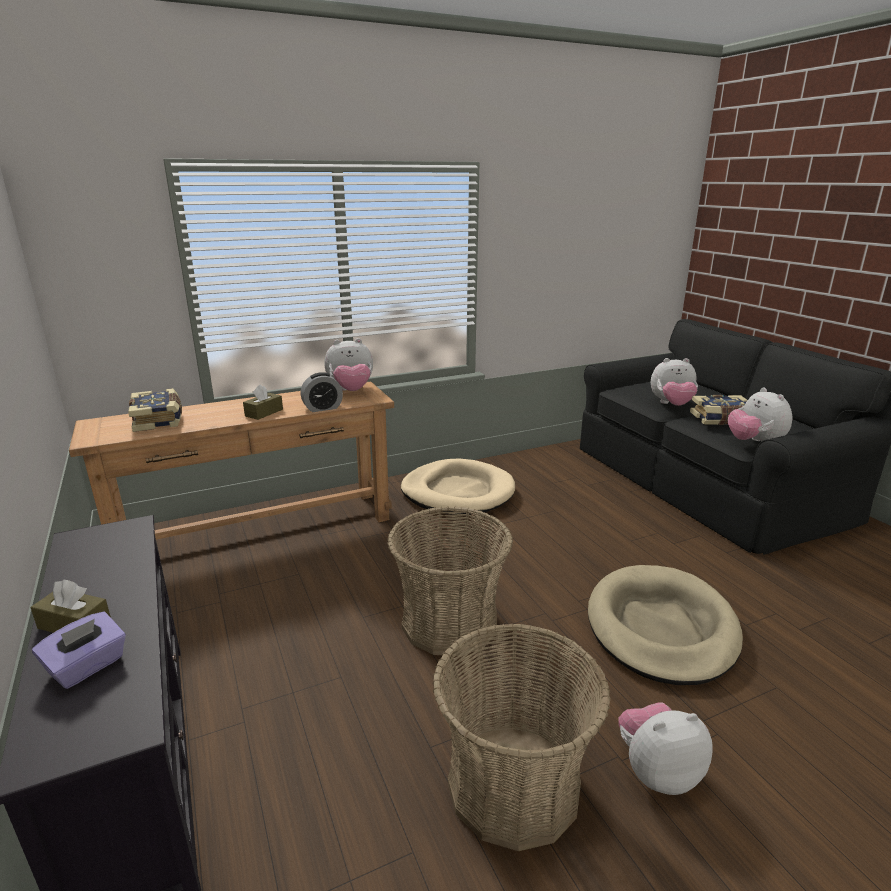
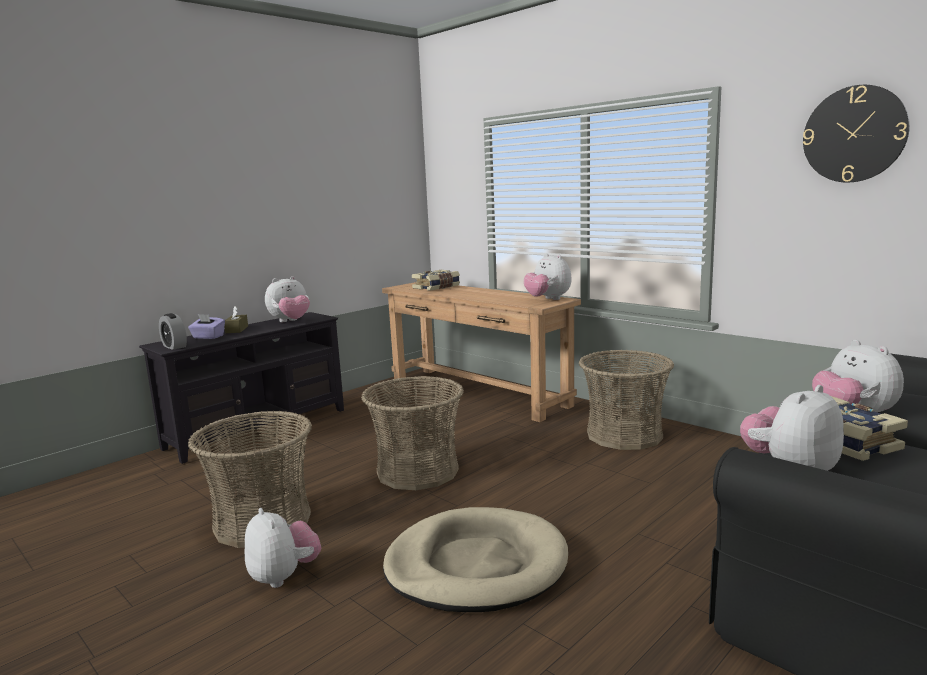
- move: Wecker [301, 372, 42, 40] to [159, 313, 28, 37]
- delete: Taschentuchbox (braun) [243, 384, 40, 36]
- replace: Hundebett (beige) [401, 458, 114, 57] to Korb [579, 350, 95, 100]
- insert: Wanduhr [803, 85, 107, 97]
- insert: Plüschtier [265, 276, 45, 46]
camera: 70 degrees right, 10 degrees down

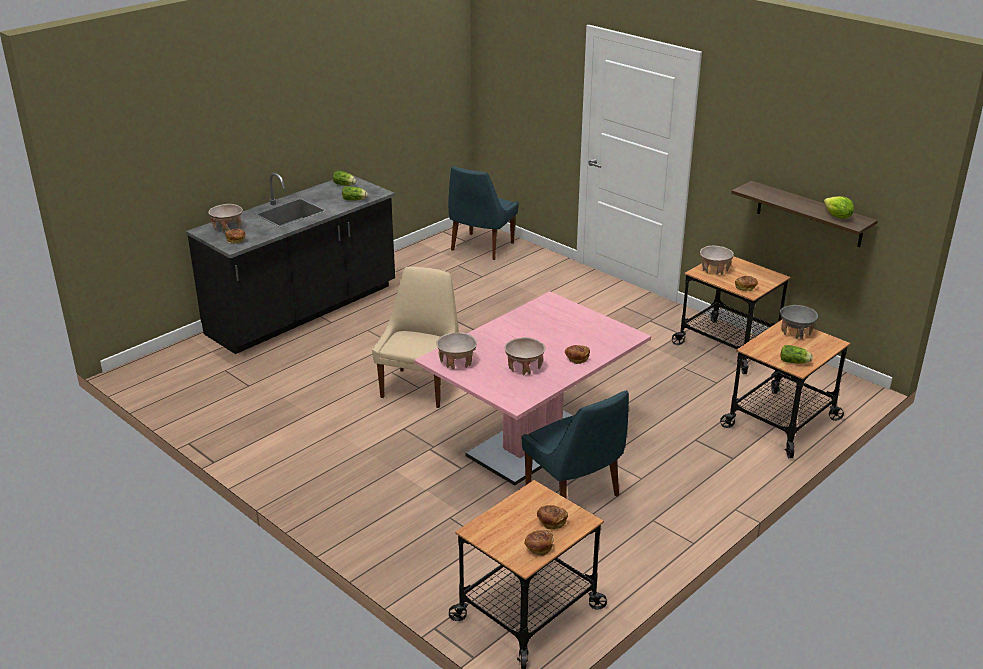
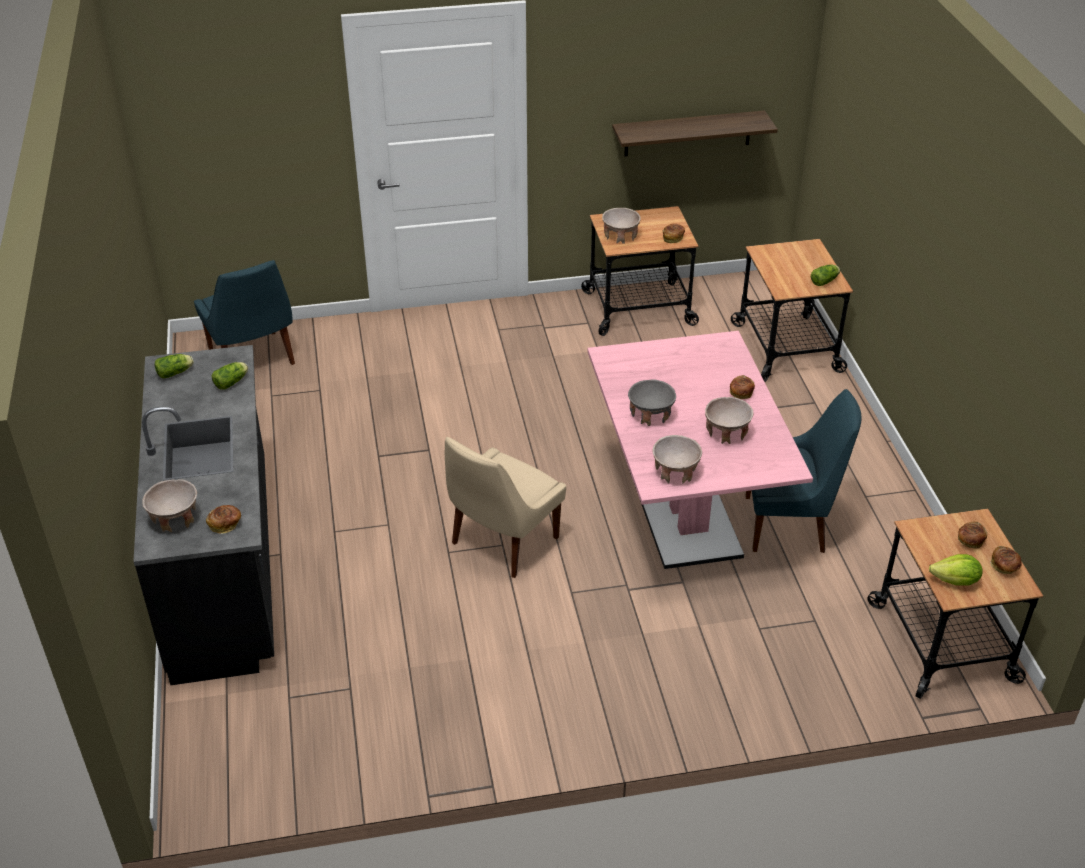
- move: Salatkopf [824, 196, 30, 23] to [929, 554, 54, 31]
- rotate: Stuhl (beige) [372, 267, 87, 141] = [445, 437, 121, 141] 105 degrees counterclockwise
- move: Schüssel (grau) [780, 305, 38, 34] to [628, 379, 48, 47]
camera: 55 degrees left, 10 degrees up

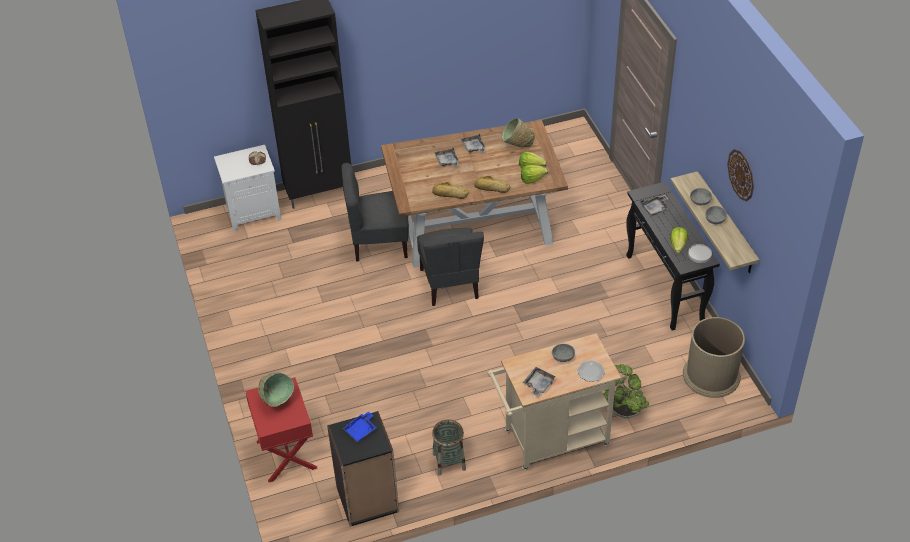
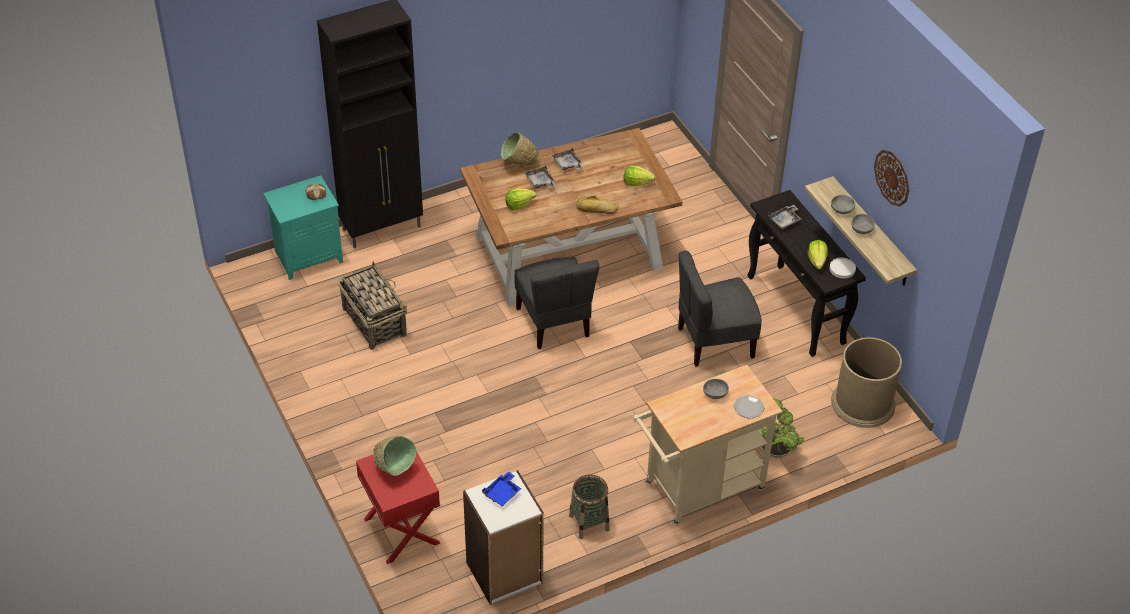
- move: Schüssel (grün) [502, 118, 33, 29] to [501, 132, 38, 34]
- recolor: Nachttisch (weiß) [214, 145, 67, 87] to Nachttisch (türkis) [263, 175, 80, 105]
- move: Stuhl (grau) [342, 163, 67, 99] to [678, 251, 84, 116]
- move: Salatkopf [521, 165, 27, 19] to [505, 188, 31, 22]
- delete: Brot [432, 182, 37, 17]
- delete: Tablett (grau) [523, 367, 33, 30]
- recolor: Bücherregal (schwarz) [327, 411, 72, 116] to Bücherregal (weiß) [463, 470, 81, 135]
- insert: Korb [338, 261, 69, 89]
camera: 10 degrees left, 0 degrees up

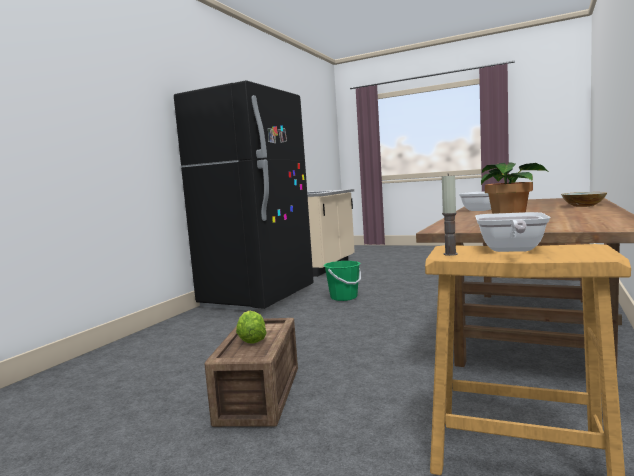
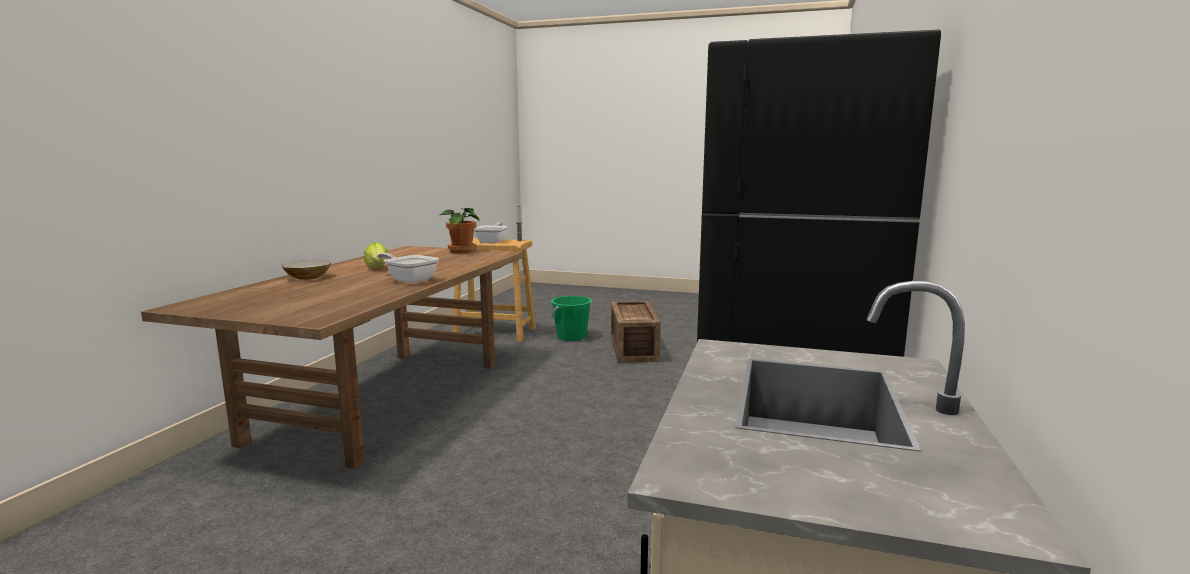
- move: Eimer (grün) [323, 261, 38, 40] to [551, 296, 41, 45]
- move: Salatkopf [236, 311, 31, 32] to [364, 243, 24, 25]
camera: 170 degrees right, 5 degrees up

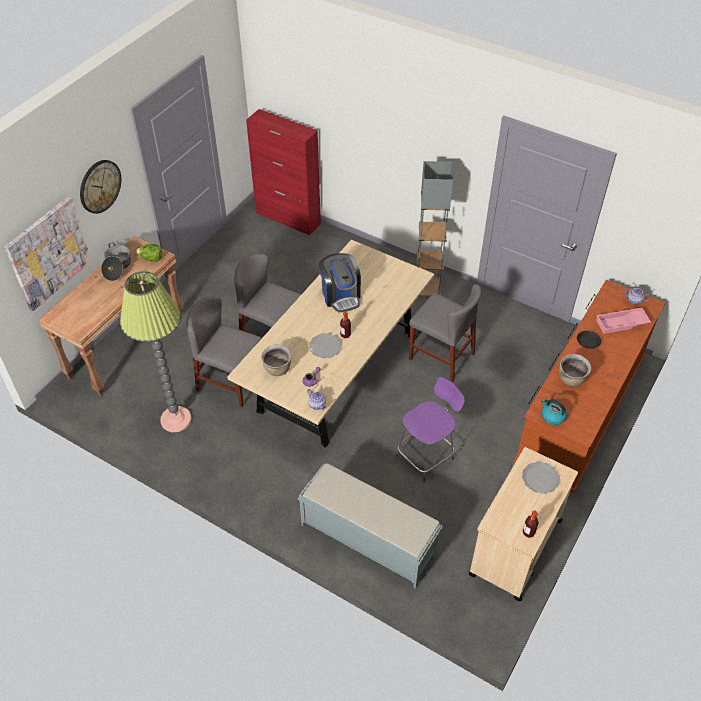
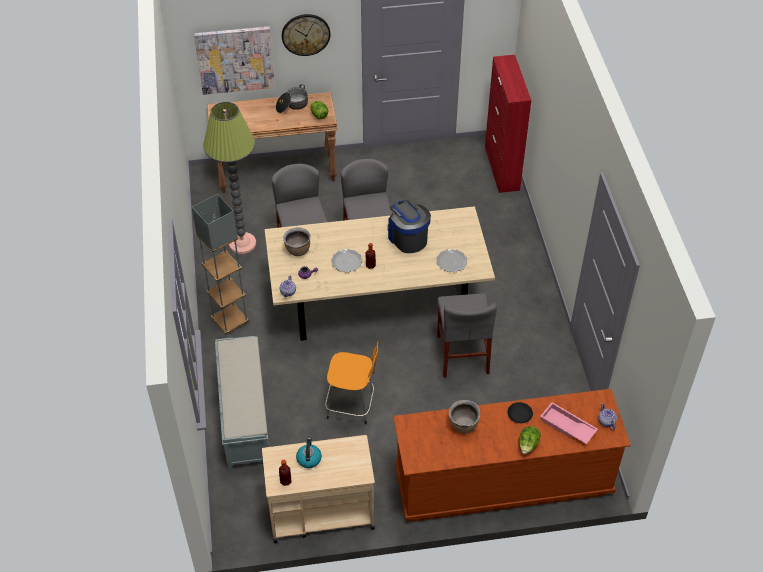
- move: Stehlampe (grau) [416, 161, 37, 135] to [192, 194, 57, 141]
- rotate: Kaffeemaschine [318, 253, 43, 59] = [387, 200, 44, 53] 120 degrees clockwise
- recolor: Hocker (lila) [396, 377, 69, 105] to Hocker (orange) [325, 341, 54, 83]
- move: Wasserkessel [541, 399, 26, 26] to [296, 438, 26, 30]
- move: Teller [522, 461, 38, 33] to [436, 249, 31, 23]
- insert: Salatkopf [519, 426, 22, 28]
camera: 50 degrees right, 0 degrees up

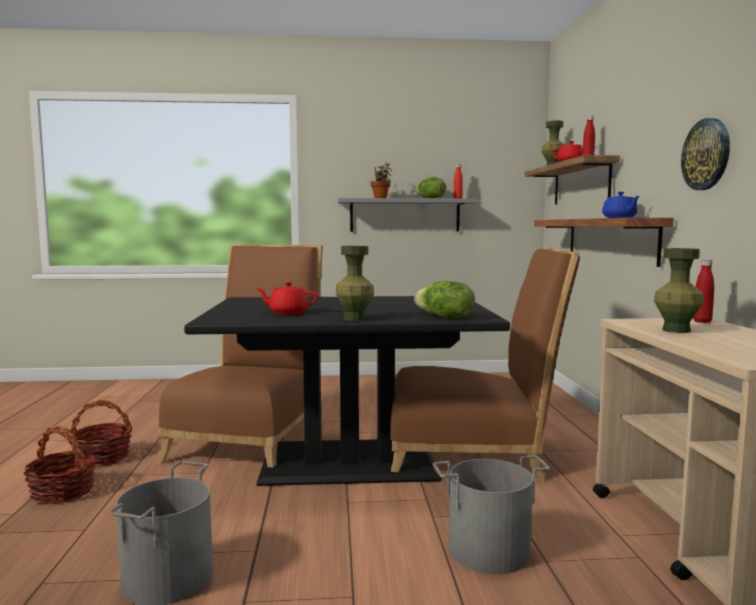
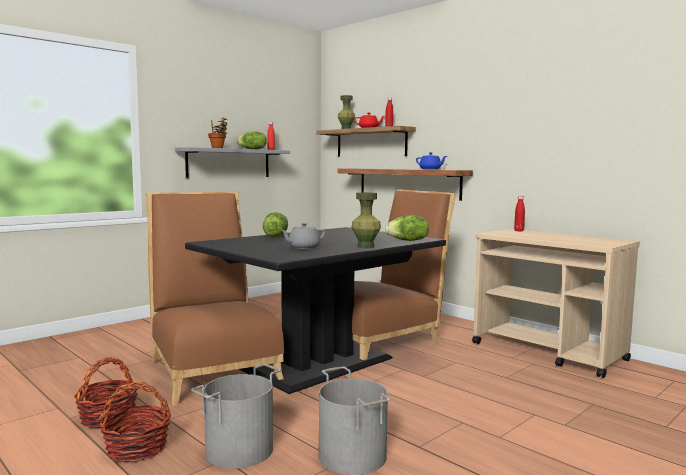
- delete: Wanduhr [681, 118, 49, 72]
- delete: Vase (grün) [654, 248, 50, 85]
- recolor: Teekanne (rot) [256, 282, 62, 32] to Teekanne (grau) [281, 223, 44, 26]
- move: Eimer (grau) [433, 455, 117, 119] to [191, 364, 90, 105]
- insert: Salatkopf [263, 212, 25, 25]
camera: 40 degrees left, 0 degrees up

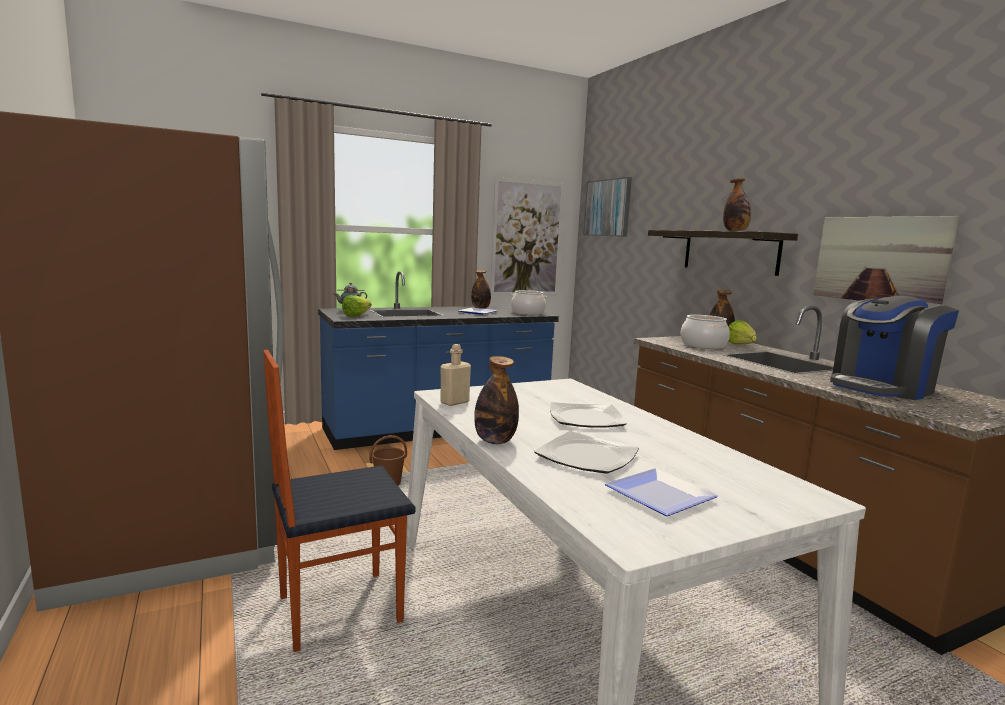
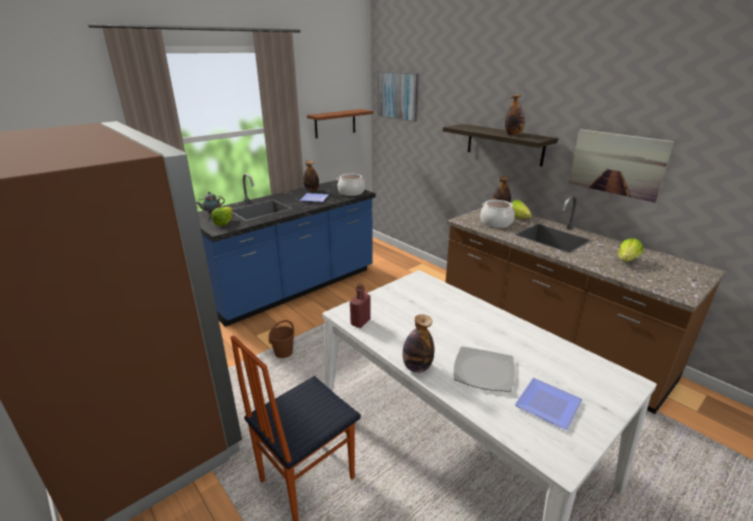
- replace: Bild [490, 177, 74, 119] to Wandregal (braun) [307, 109, 66, 29]
- replace: Kaffeemaschine [830, 296, 129, 104] to Salatkopf [618, 238, 25, 24]
- recolor: Flasche (beige) [440, 344, 31, 62] to Flasche (rot) [350, 283, 21, 45]
- delete: Teller [550, 402, 77, 26]
camera: 15 degrees left, 15 degrees up

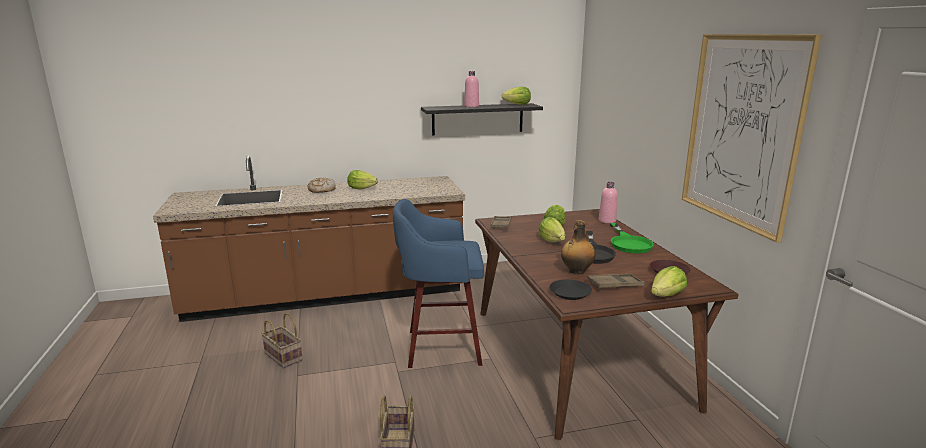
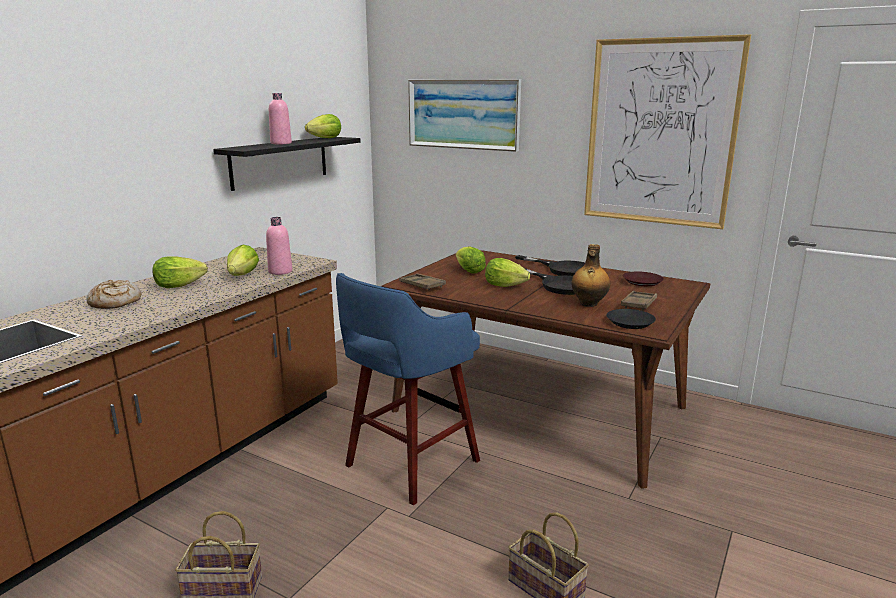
- move: Flasche (rosa) [599, 182, 19, 41] to [266, 217, 26, 58]
- recolor: Pfanne (grün) [610, 223, 44, 30] to Pfanne (schwarz) [515, 255, 70, 21]
- move: Salatkopf [651, 266, 36, 31] to [227, 245, 32, 31]
- insert: Bild [408, 80, 113, 72]
camera: 45 degrees left, 0 degrees up

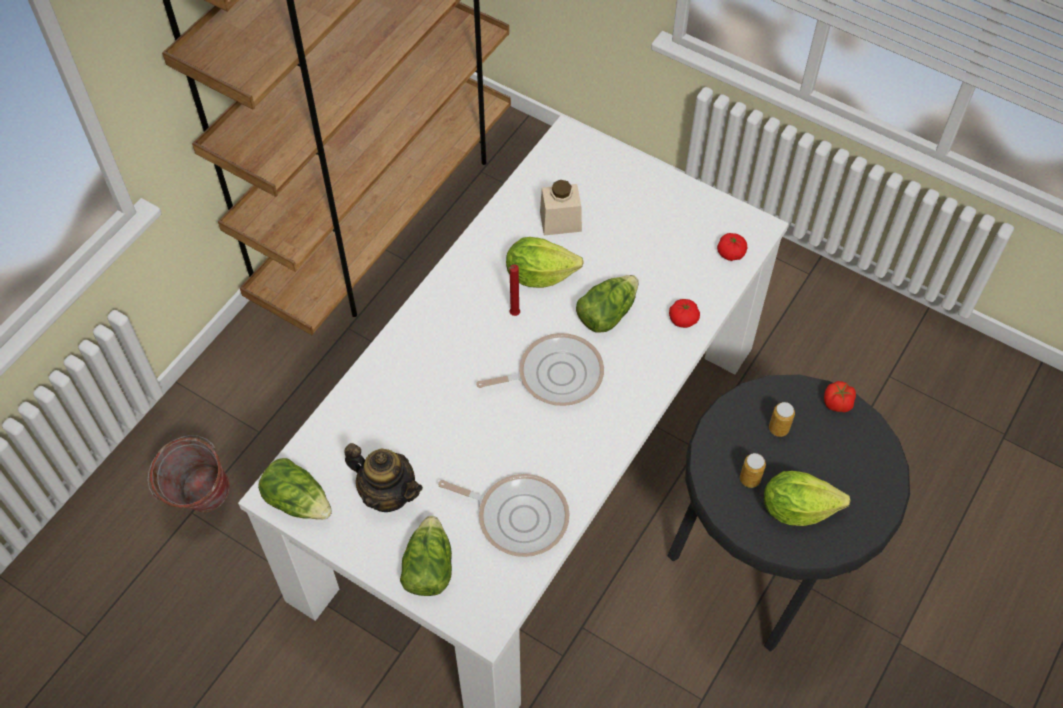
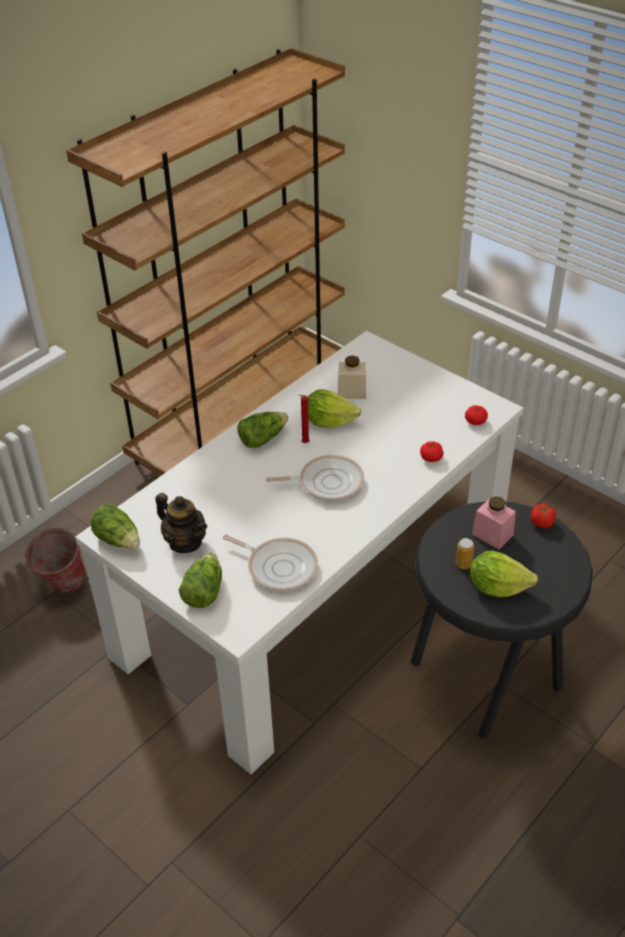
- move: Salatkopf [576, 275, 63, 58] to [237, 412, 51, 36]
- replace: Dose [769, 402, 26, 35] to Vorratsglas (rosa) [472, 496, 44, 54]
camera: 10 degrees right, 15 degrees down

